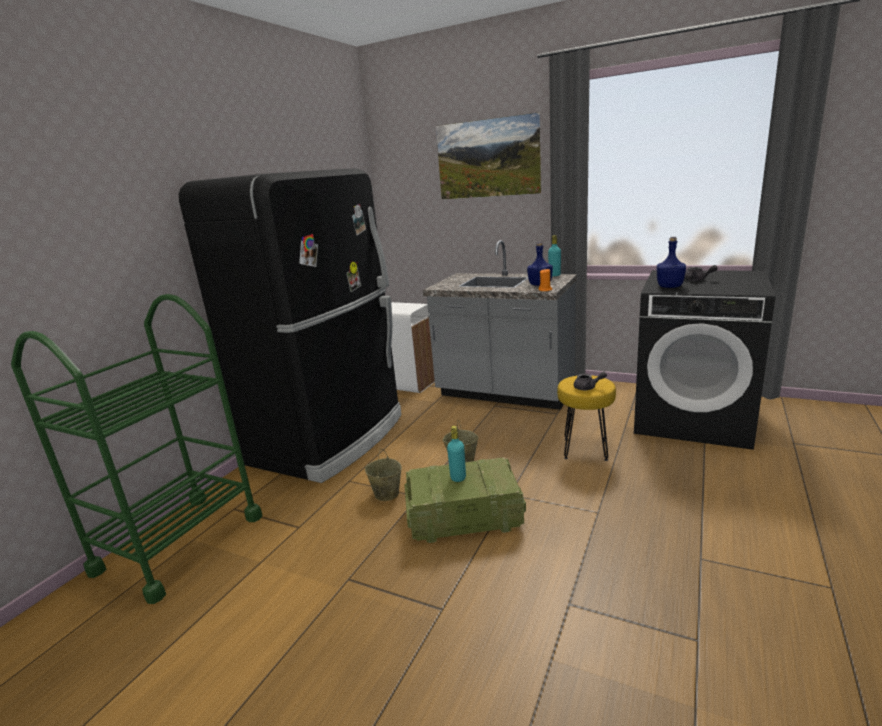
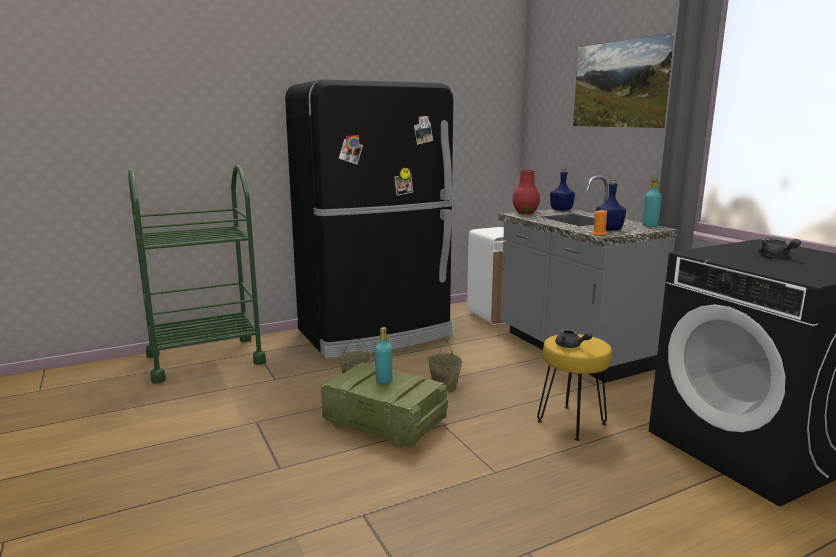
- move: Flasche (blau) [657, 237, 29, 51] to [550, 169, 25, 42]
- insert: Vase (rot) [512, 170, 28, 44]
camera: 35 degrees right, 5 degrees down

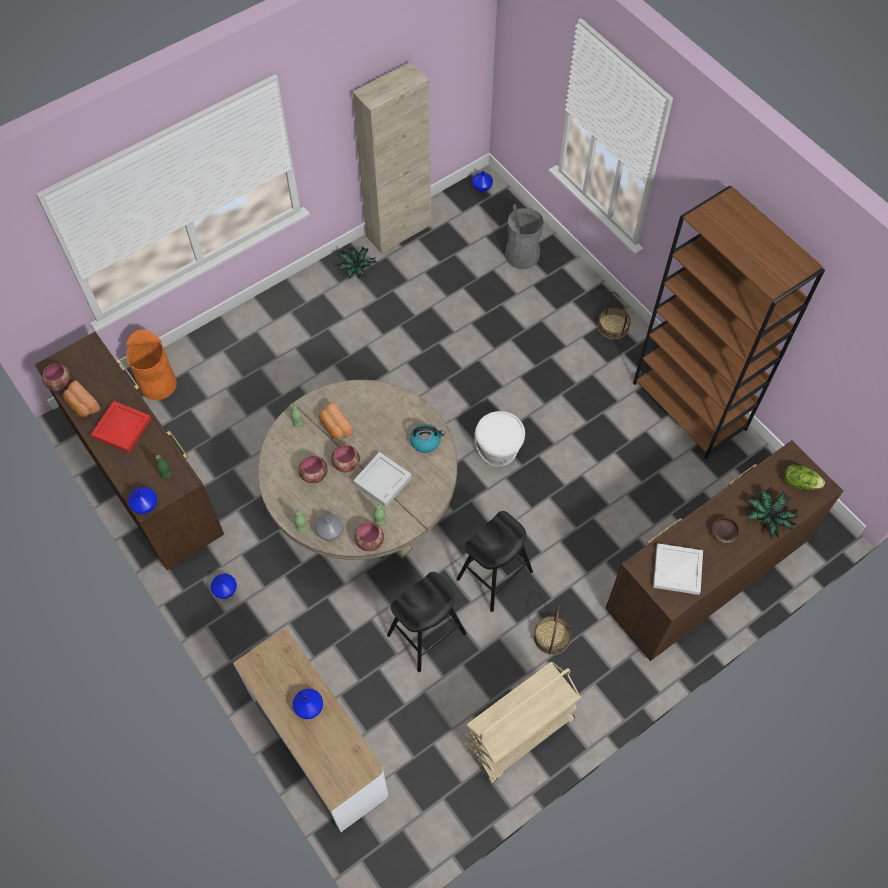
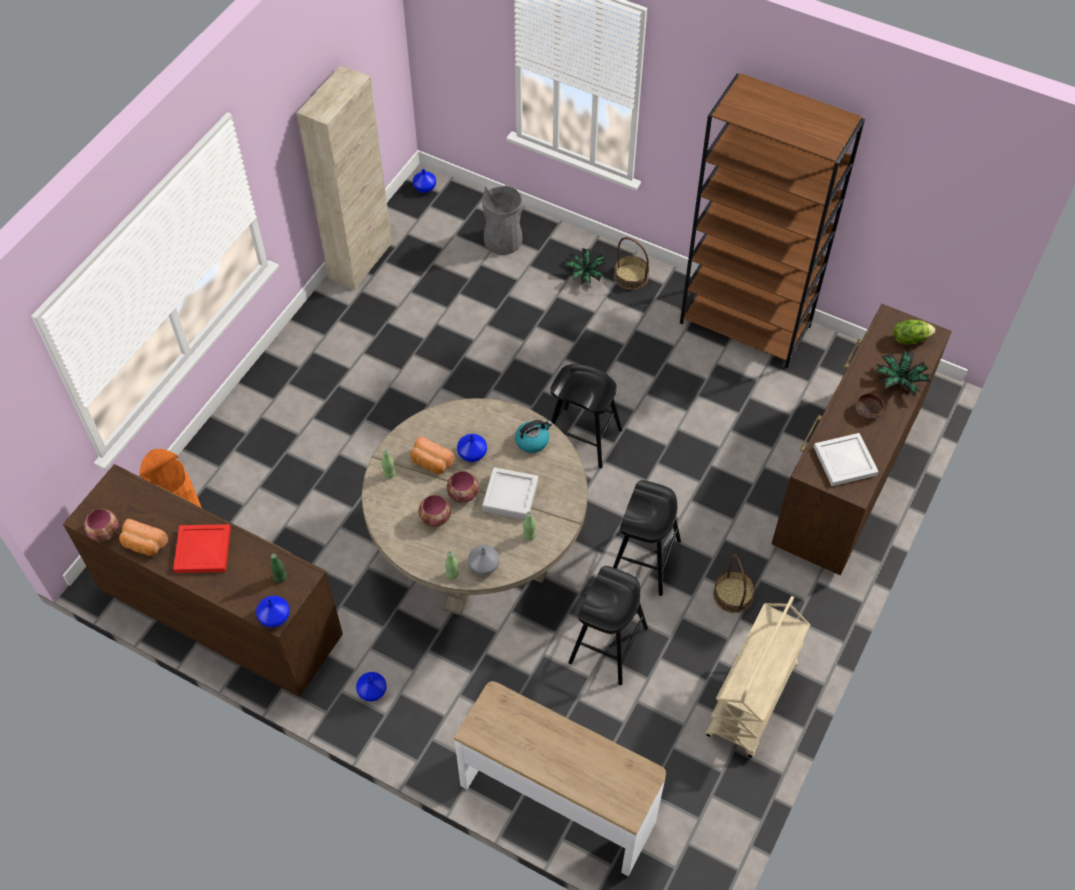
- move: Topfpflanze [336, 247, 42, 32] to [564, 248, 43, 36]
- replace: Eimer (weiß) [474, 411, 51, 56] to Hocker (schwarz) [551, 364, 71, 104]
- delete: Schüssel [354, 522, 30, 29]
- move: Vase (blau) [293, 689, 30, 30] to [457, 434, 30, 28]
camera: 25 degrees left, 5 degrees down

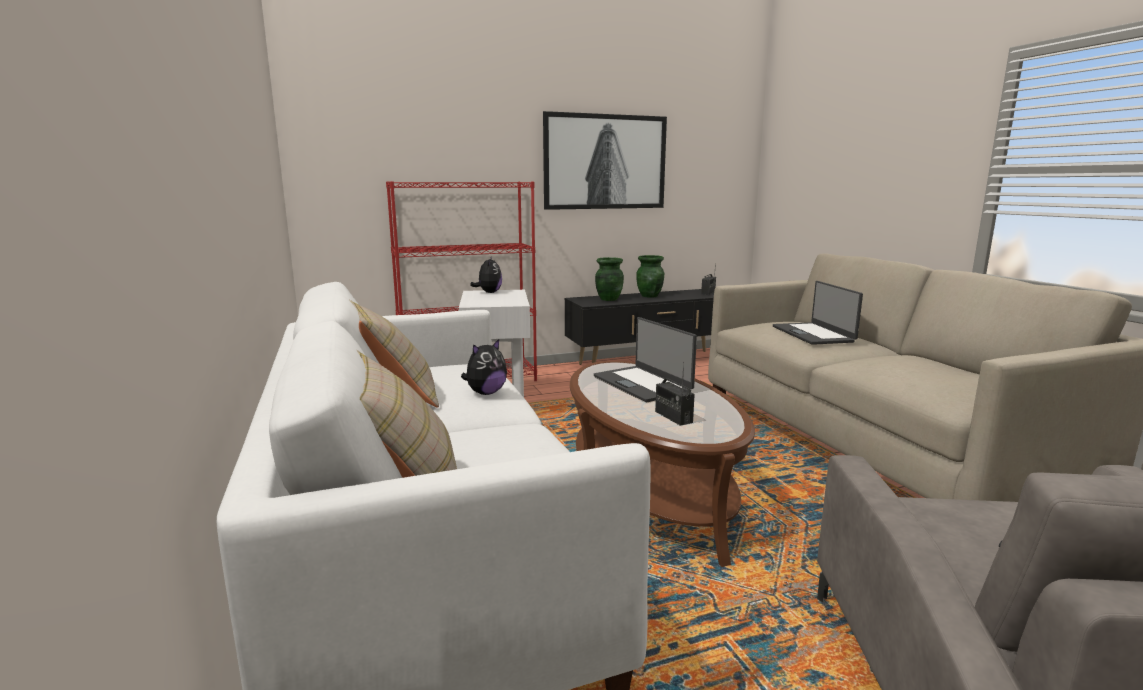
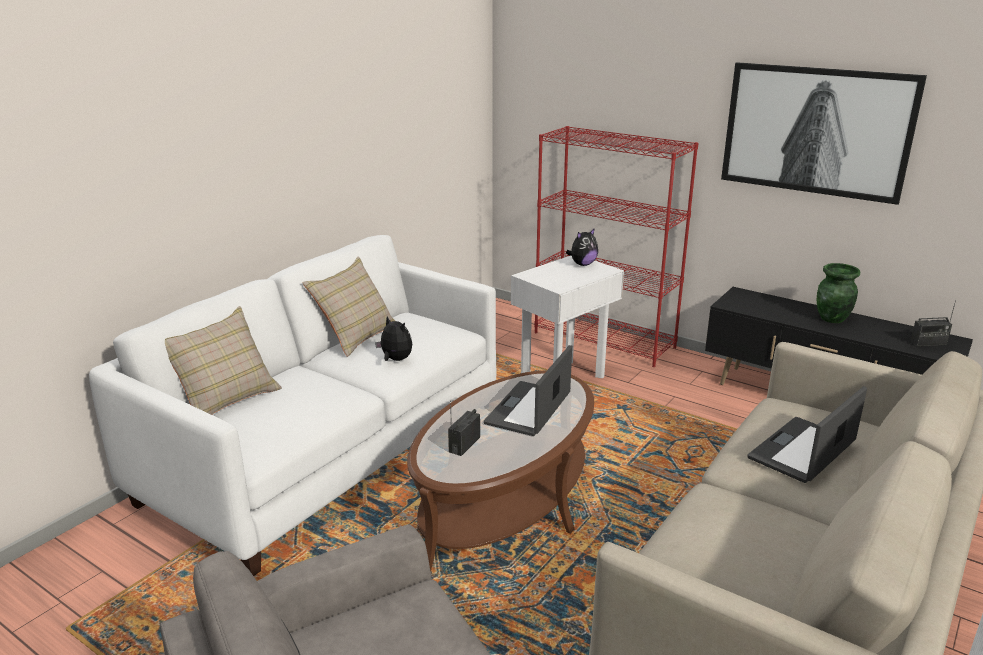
- delete: Vase (grün) [595, 257, 29, 44]
- rotate: Plüschtier [461, 339, 46, 56] = [375, 316, 37, 45] 150 degrees counterclockwise
camera: 55 degrees right, 10 degrees up

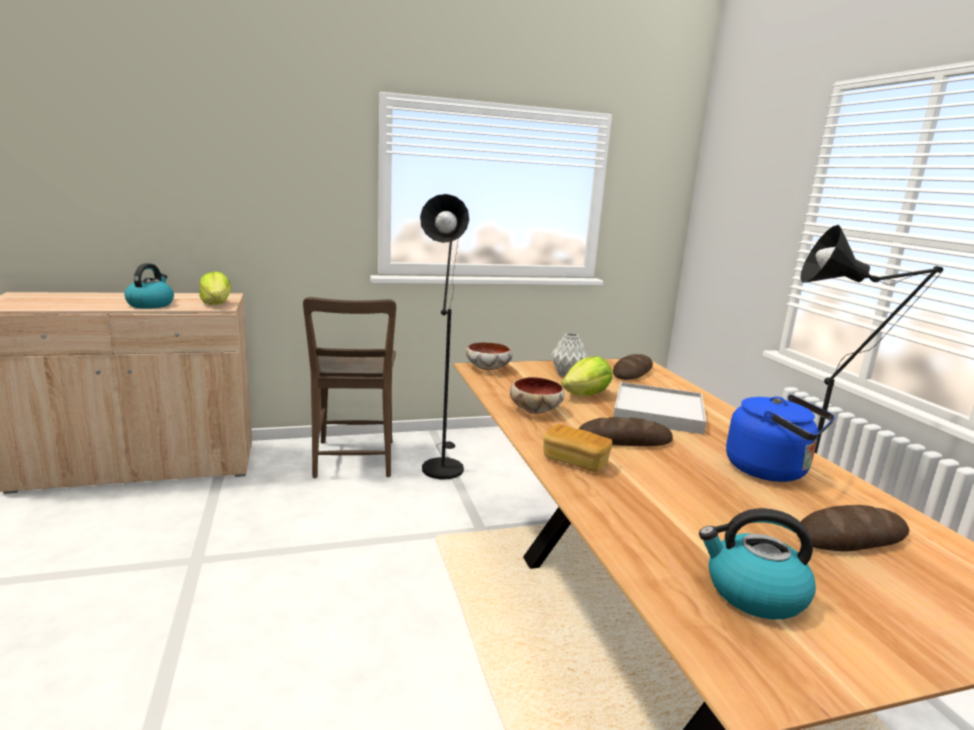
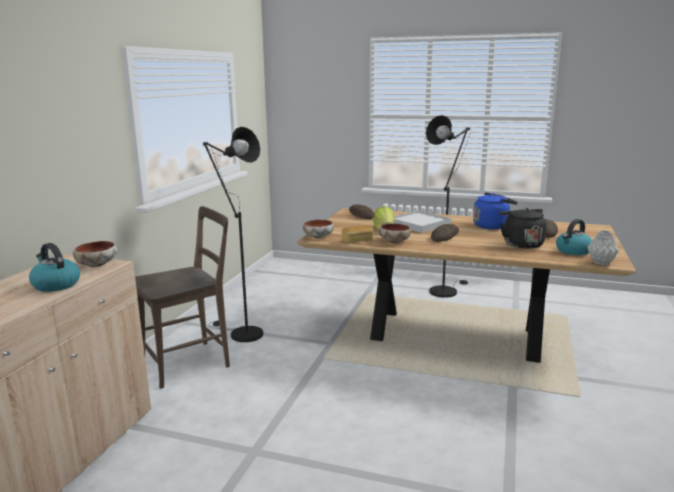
- replace: Salatkopf [199, 271, 32, 34] to Schüssel [73, 241, 44, 26]
- rotate: Stuhl (braun) [303, 297, 93, 181] = [135, 206, 95, 183] 60 degrees counterclockwise
- move: Vase (grau) [551, 333, 37, 44] to [587, 230, 32, 35]
- move: Brot [543, 424, 69, 48] to [342, 225, 32, 18]
- insert: Wasserkessel (schwarz) [499, 208, 47, 41]
camera: 55 degrees left, 0 degrees up

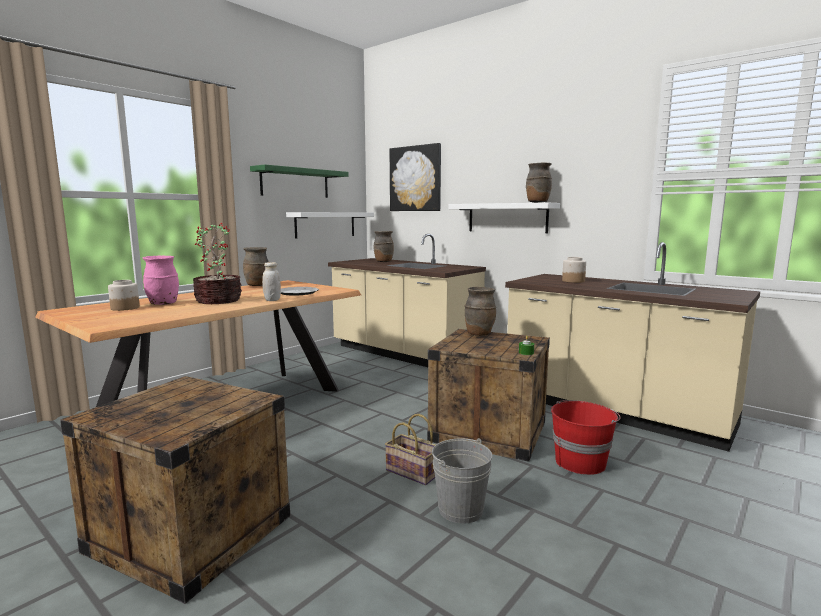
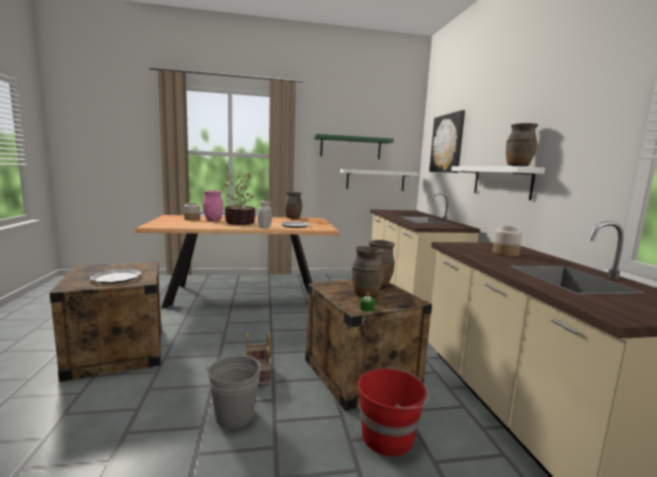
- move: Vase (braun) [374, 231, 20, 31] to [352, 246, 32, 51]
- insert: Teller [90, 269, 52, 15]
camera: 40 degrees right, 0 degrees up

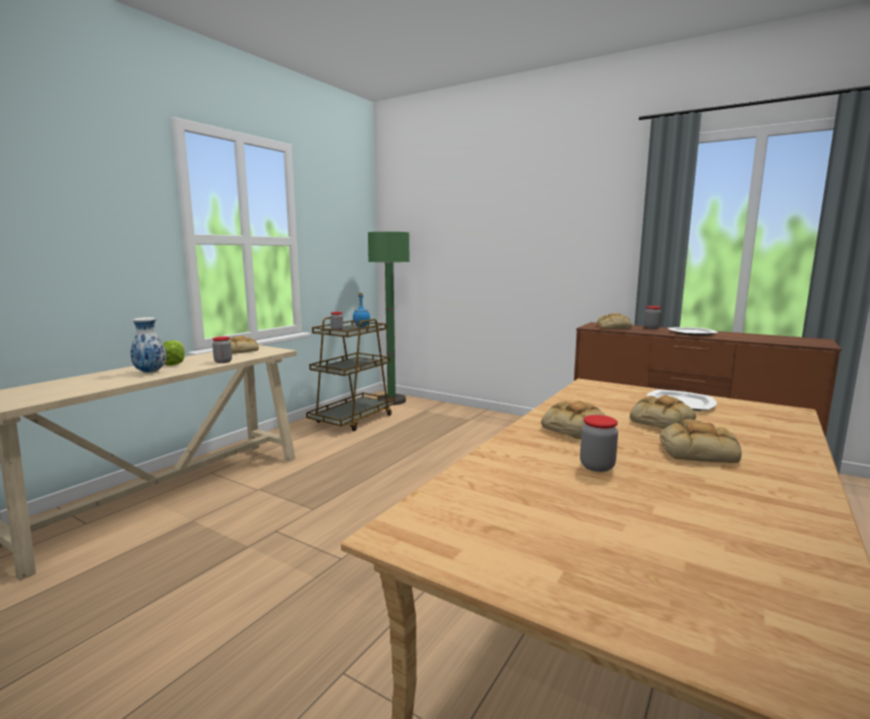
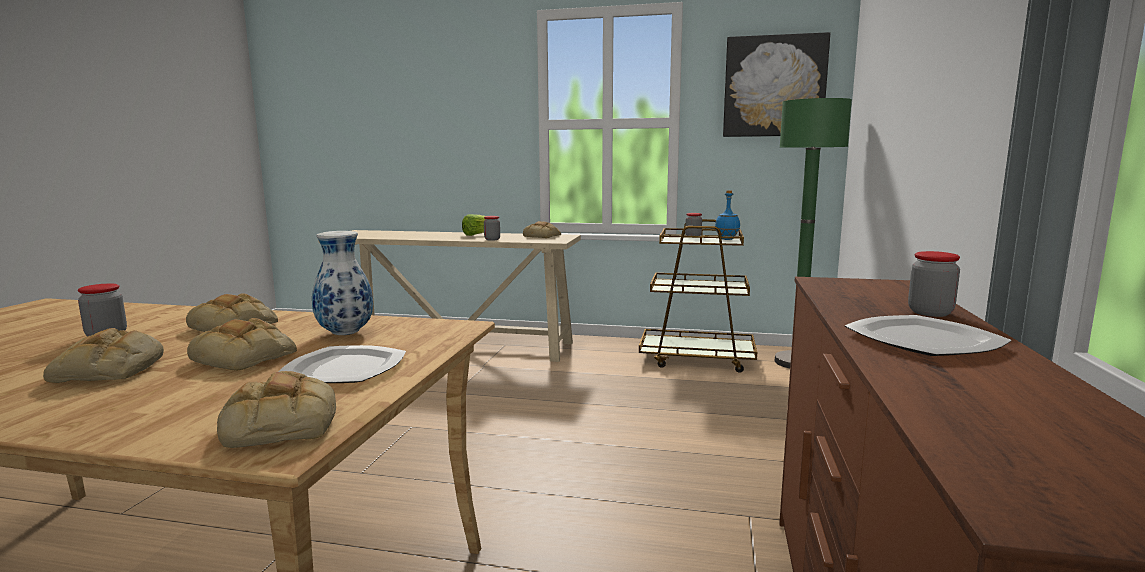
- move: Brot [597, 313, 35, 16] to [217, 371, 119, 77]
- move: Vase [131, 317, 35, 56] to [312, 231, 61, 104]
- insert: Bild [723, 32, 107, 105]
camera: 70 degrees right, 0 degrees up

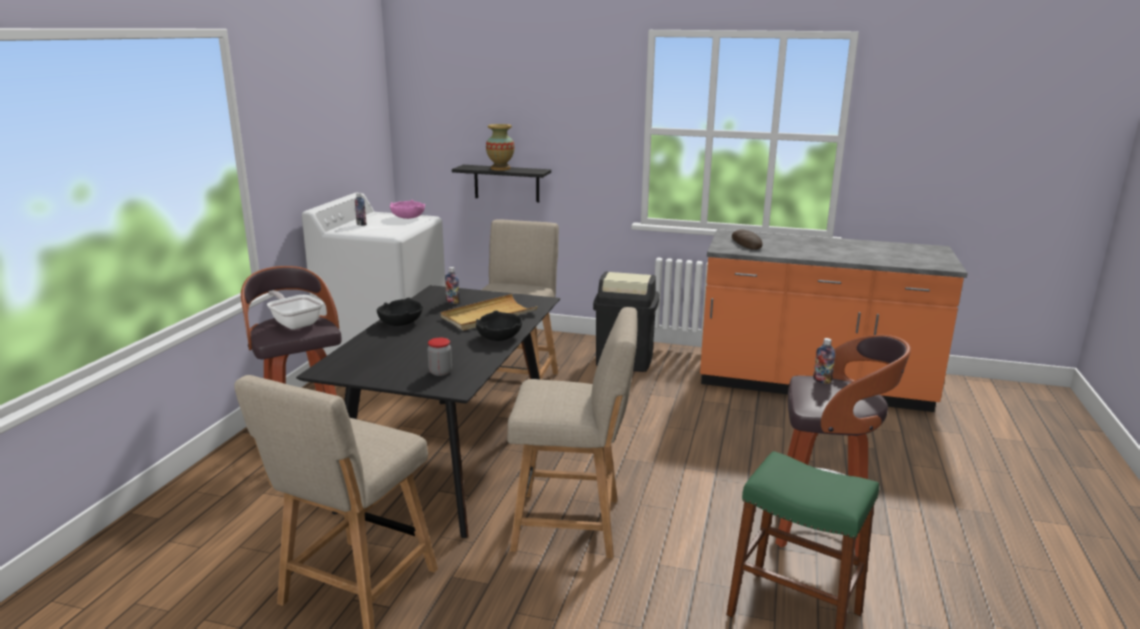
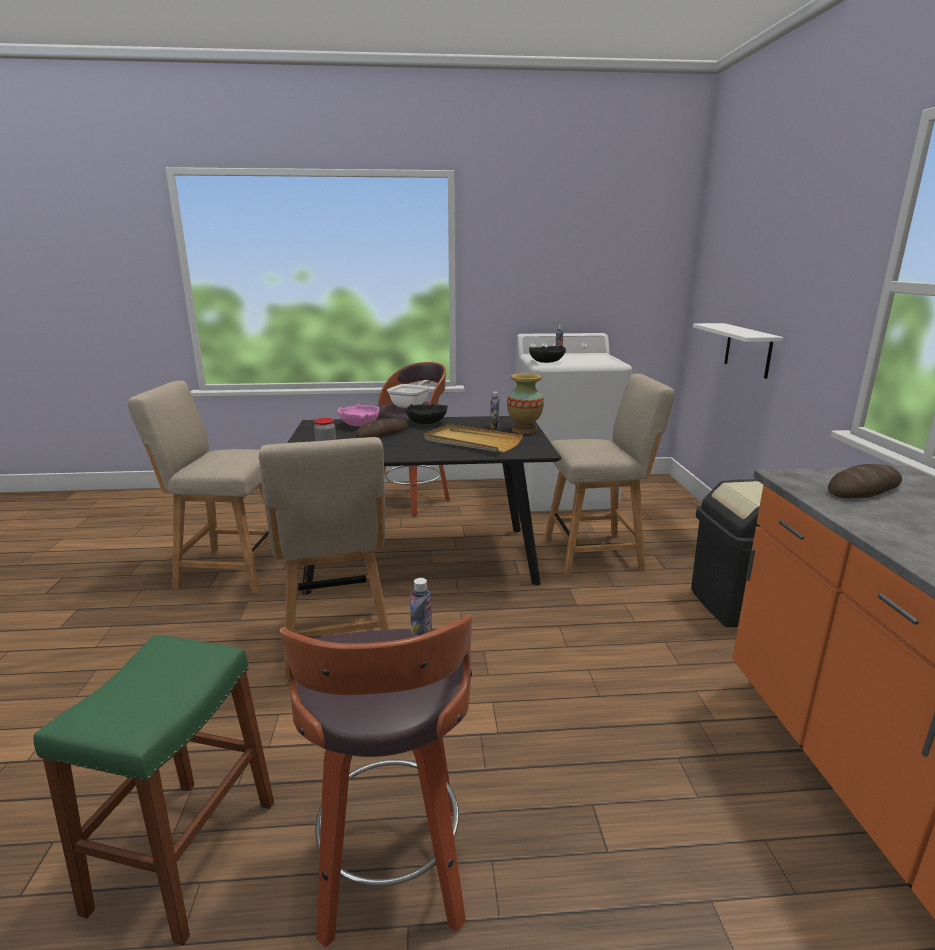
- move: Vase [486, 124, 28, 47] to [507, 373, 37, 61]
- recolor: Wandregal (schwarz) [452, 165, 99, 37] to Wandregal (weiß) [693, 323, 91, 56]
- move: Schüssel (rosa) [390, 200, 35, 19] to [338, 404, 41, 23]
- move: Schüssel (schwarz) [476, 310, 46, 31] to [529, 345, 37, 18]
- insert: Brot [355, 419, 53, 19]
camera: 70 degrees right, 0 degrees up

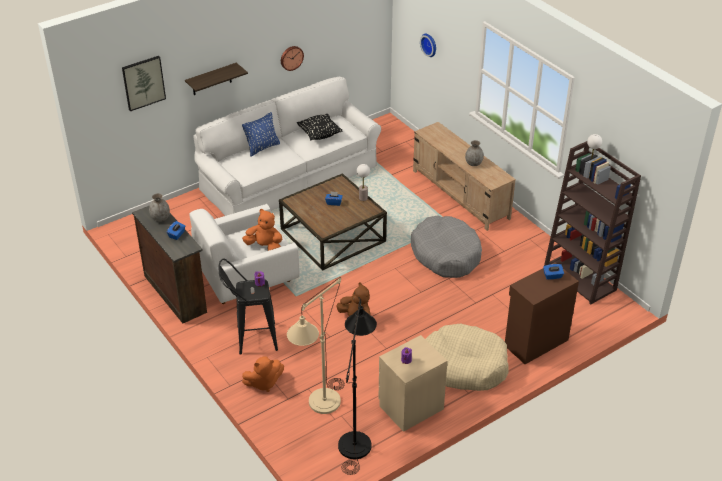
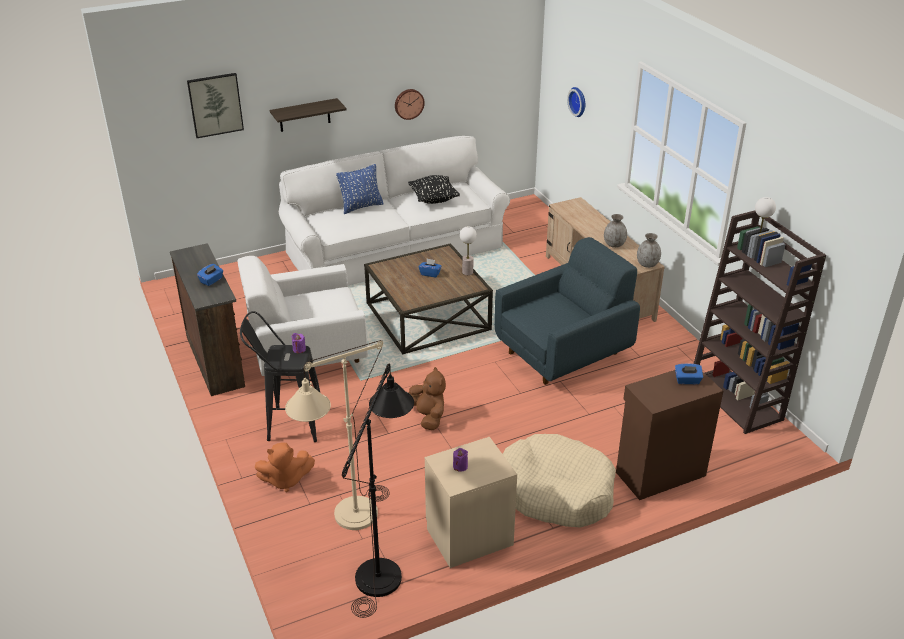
- move: Vase (grau) [149, 193, 21, 29] to [637, 233, 24, 35]
- delete: Plüschtier (orange) [242, 209, 40, 42]
- replace: Hundebett (grau) [411, 216, 71, 62] to Sessel (blau) [494, 237, 146, 148]
camera: 10 degrees right, 5 degrees down

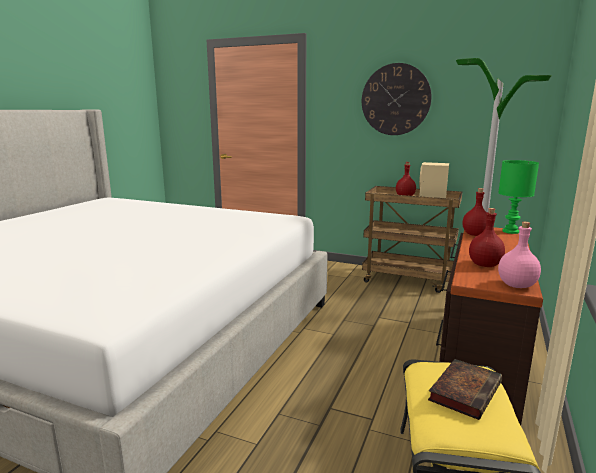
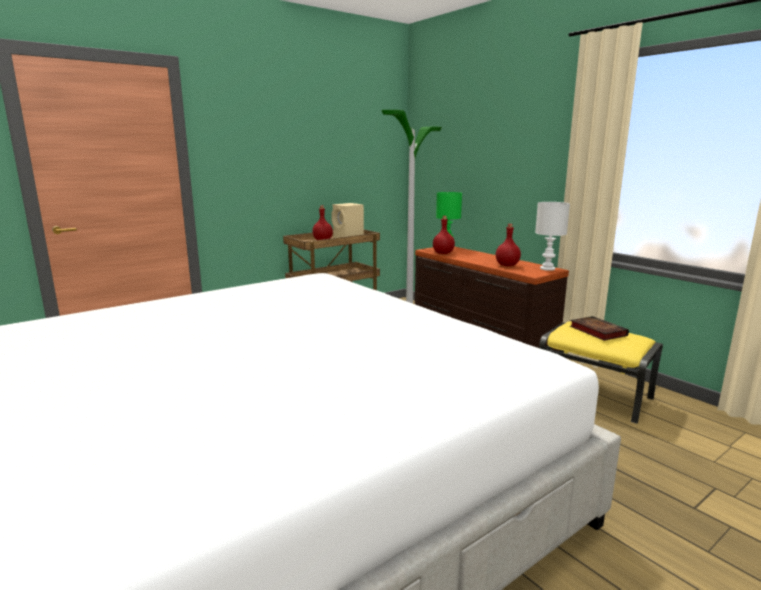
- delete: Wanduhr [362, 63, 70, 72]
- replace: Flasche (rosa) [498, 222, 43, 66] to Tischlampe (weiß) [535, 202, 35, 69]
camera: 60 degrees left, 0 degrees up

